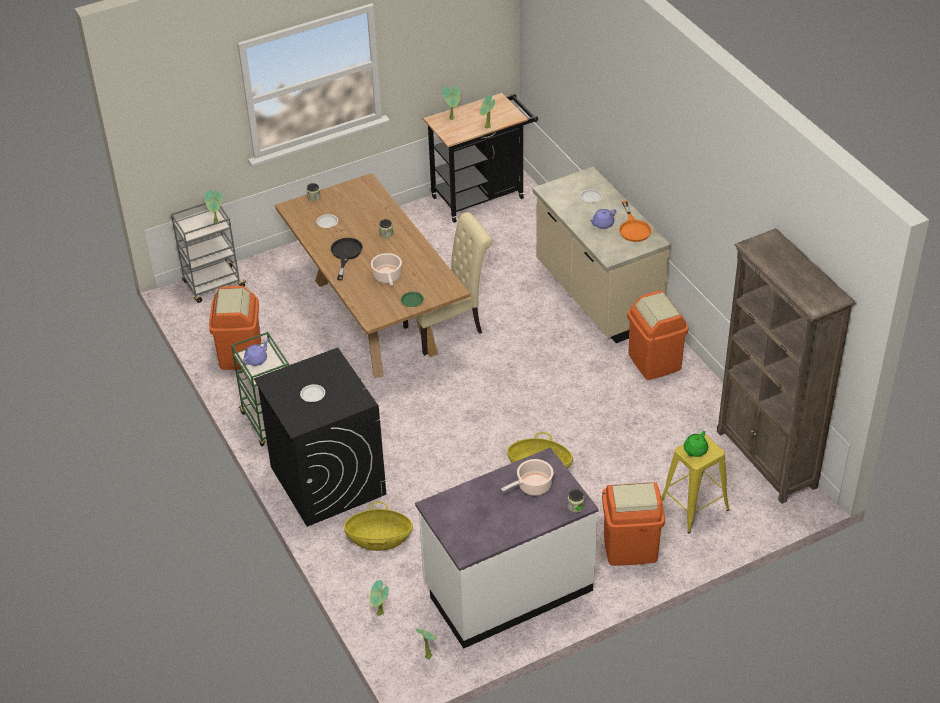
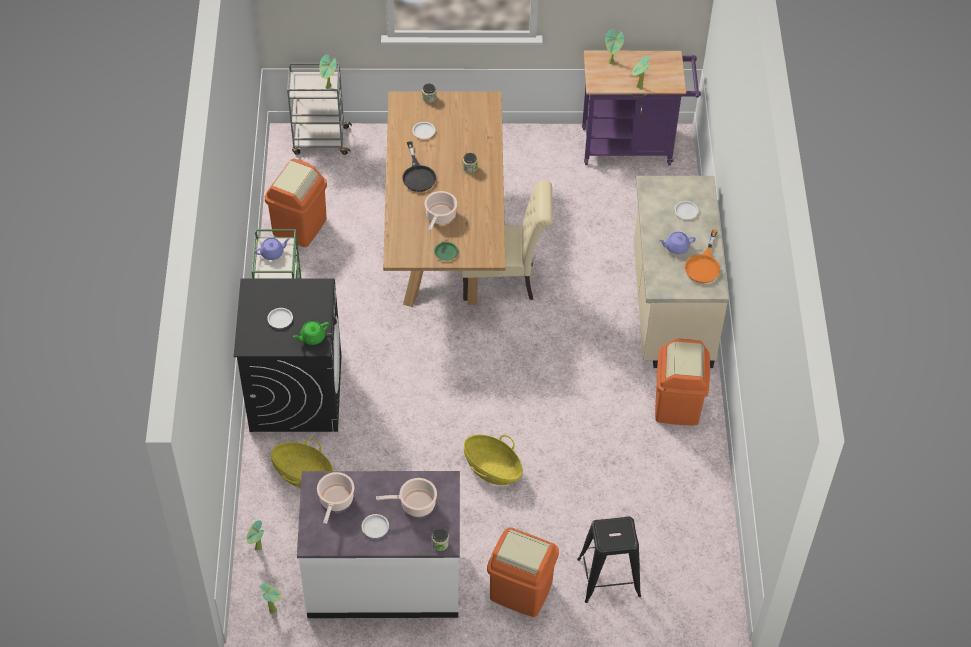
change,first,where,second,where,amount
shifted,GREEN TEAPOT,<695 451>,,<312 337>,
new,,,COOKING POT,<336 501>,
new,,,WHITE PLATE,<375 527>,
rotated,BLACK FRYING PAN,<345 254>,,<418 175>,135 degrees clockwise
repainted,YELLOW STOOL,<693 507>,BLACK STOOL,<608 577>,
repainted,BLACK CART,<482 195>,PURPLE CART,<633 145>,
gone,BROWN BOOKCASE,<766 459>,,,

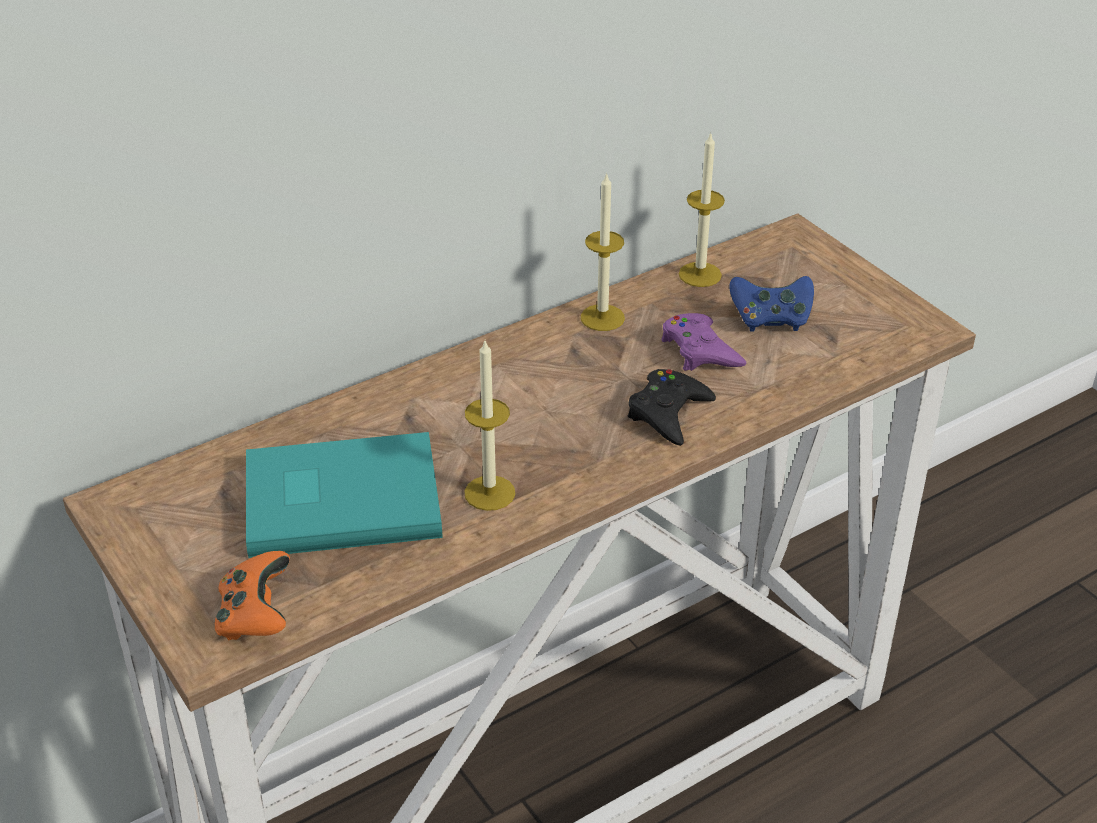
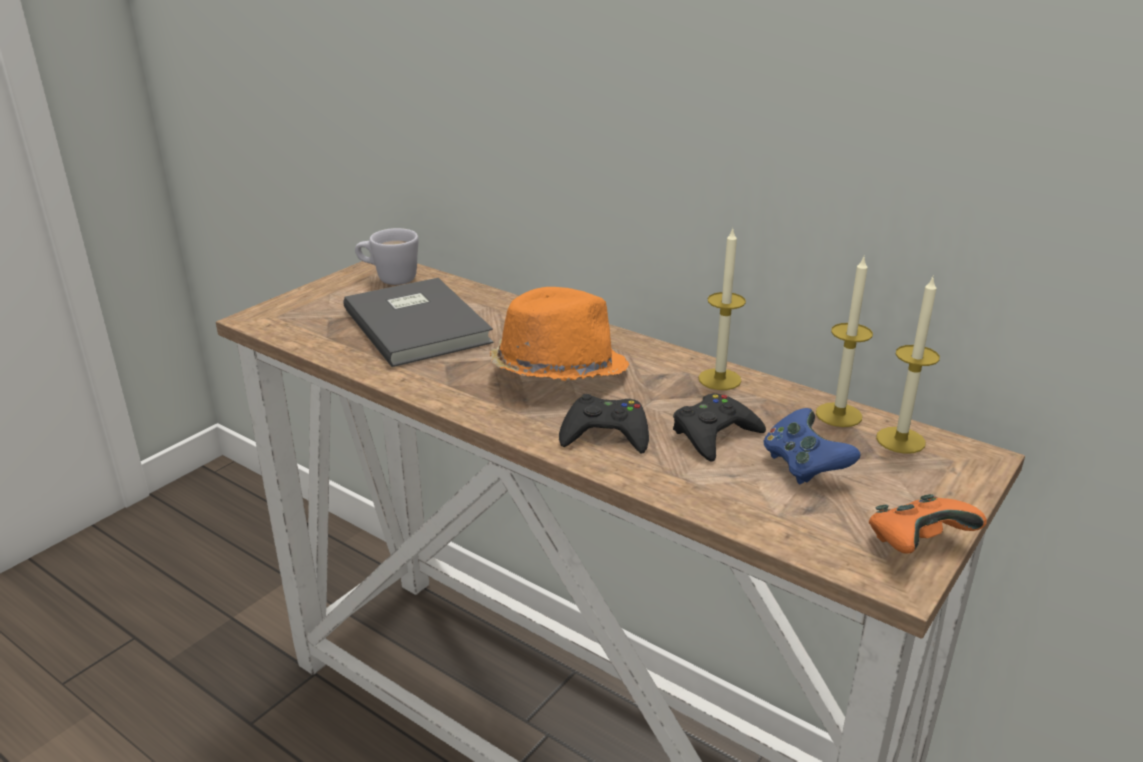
change,first,where,second,where,amount
repainted,TURQUOISE BOOK,<339 497>,GREY BOOK,<419 324>,
new,,,WHITE MUG,<389 278>,
new,,,ORANGE HAT,<557 371>,
repainted,PURPLE GAME CONTROLLER,<700 350>,BLACK GAME CONTROLLER,<714 434>,
shifted,ORANGE GAME CONTROLLER,<255 616>,,<917 544>,
shifted,CANDLE,<489 493>,,<900 440>,

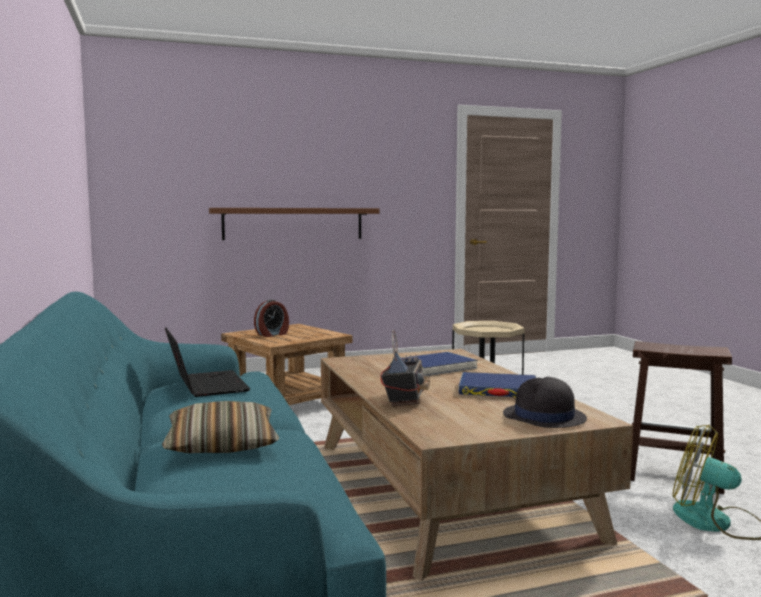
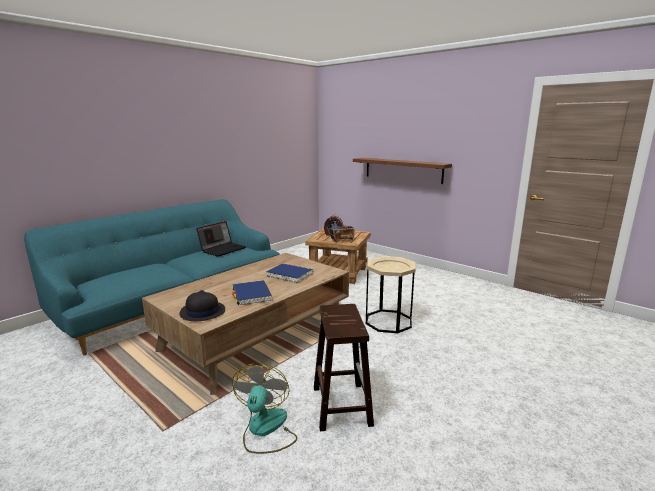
change,first,where,second,where,amount
shifted,RADIO,<405 399>,,<342 240>,
gone,PILLOW,<221 444>,,,

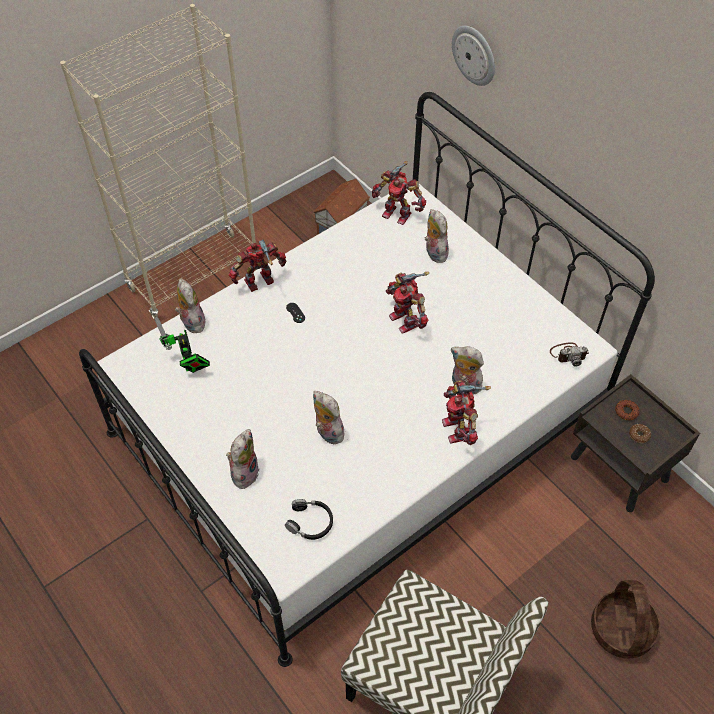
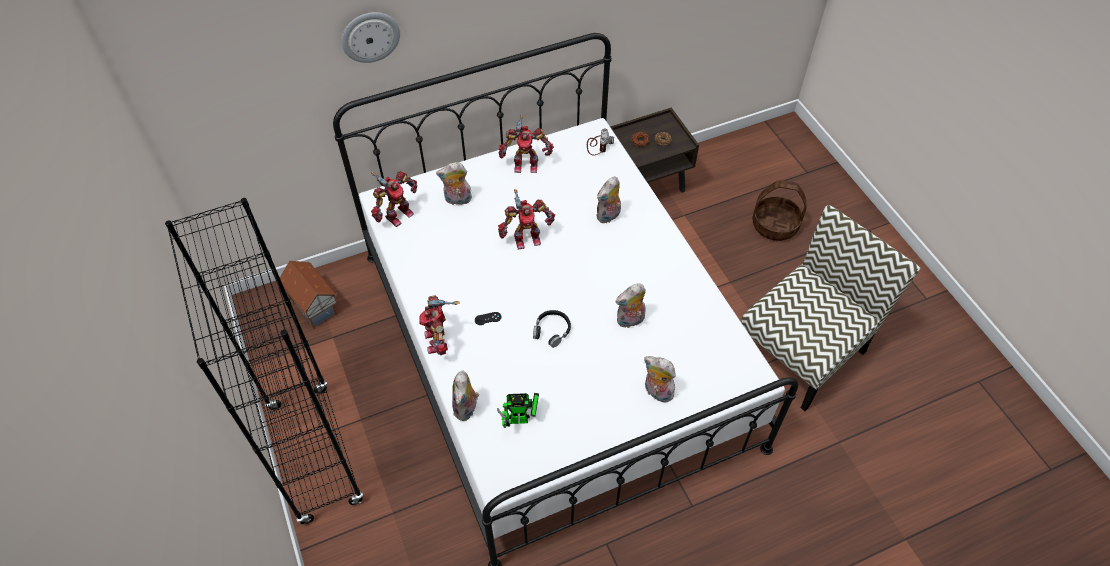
change,first,where,second,where,amount
repainted,BEIGE BOOKCASE,<194 274>,BLACK BOOKCASE,<315 453>,
rotated,PLUSH TOY,<191 322>,,<467 409>,75 degrees counterclockwise
shifted,TOY ROBOT,<458 429>,,<526 164>,
shifted,BLACK HEADPHONES,<310 522>,,<552 330>,

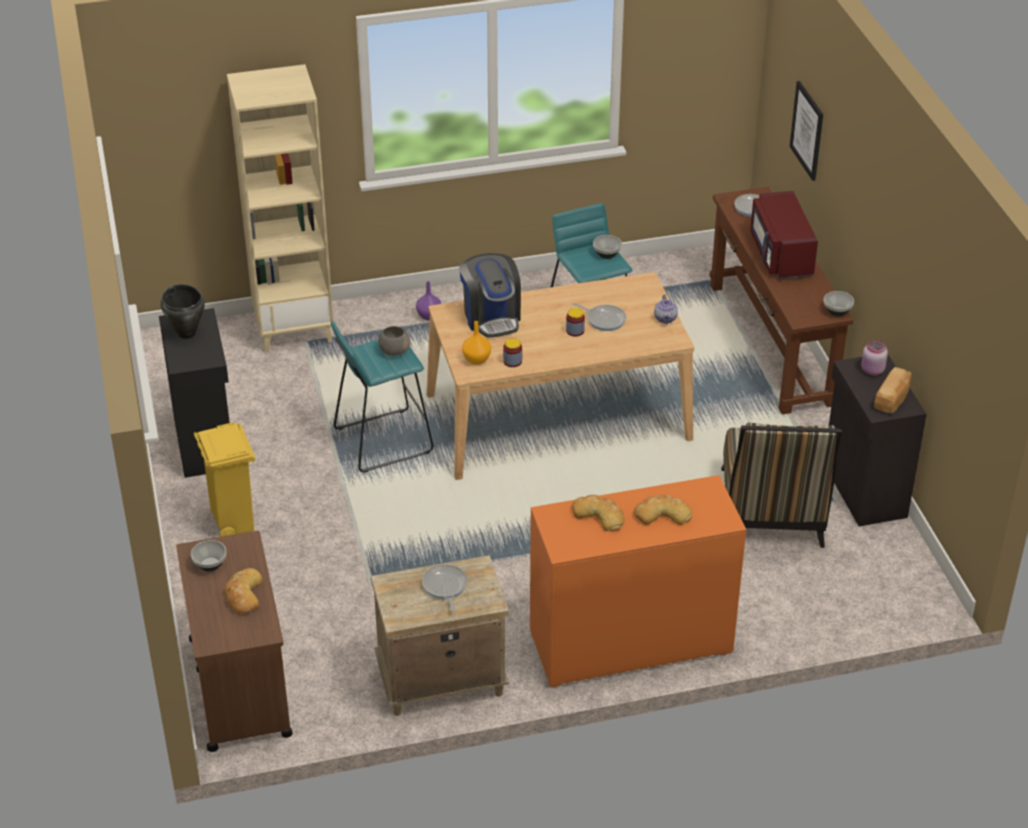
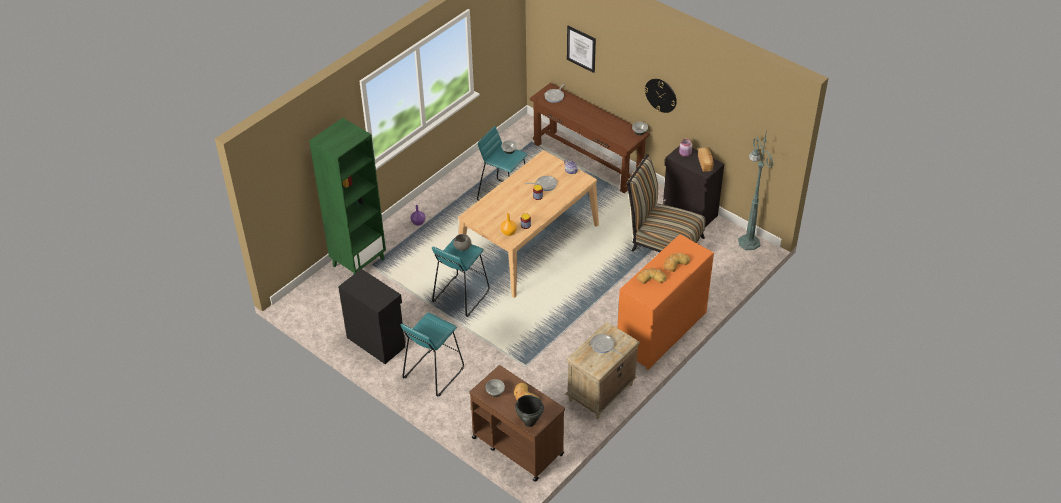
change,first,where,second,where,amount
repainted,BEIGE BOOKCASE,<294 329>,GREEN BOOKCASE,<358 262>,
swapped,YELLOW TRASH CAN,<233 523>,TURQUOISE STOOL,<433 373>,
shifted,BLACK COOKING POT,<187 333>,,<529 422>,
rotated,CHAIR,<771 514>,,<663 242>,150 degrees clockwise
new,,,WALL CLOCK,<661 95>,
new,,,GREEN FLOOR LAMP,<748 241>,
gone,COFFEE MACHINE,<491 317>,,,
gone,RED MICROWAVE,<780 254>,,,

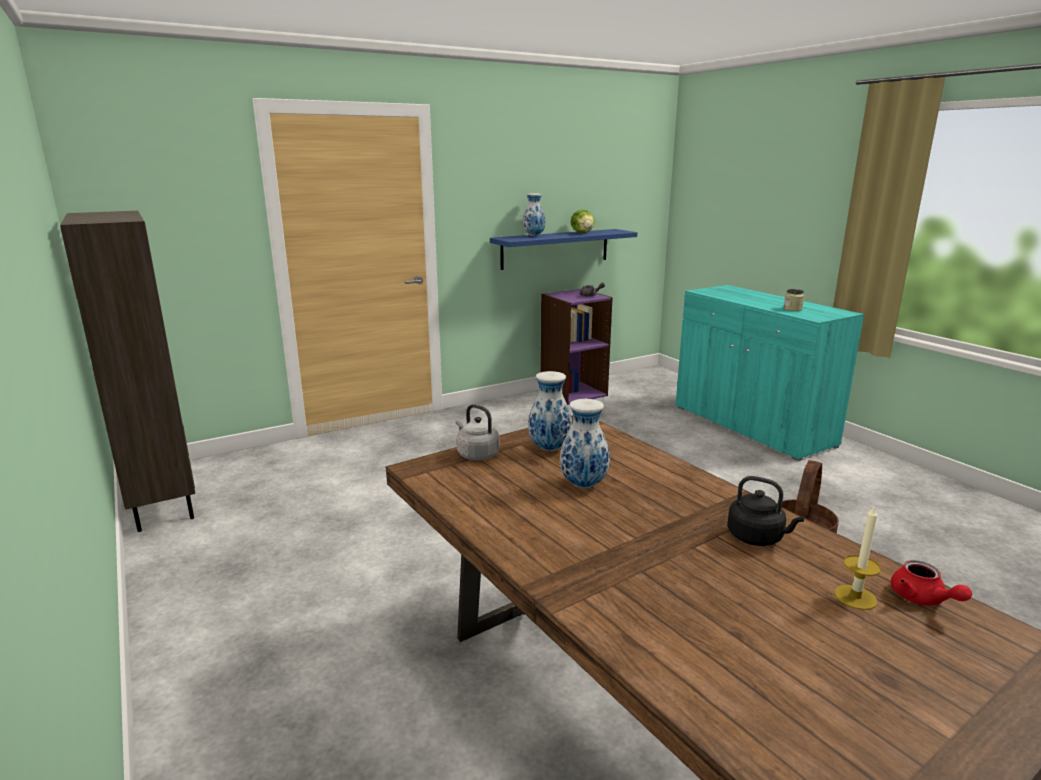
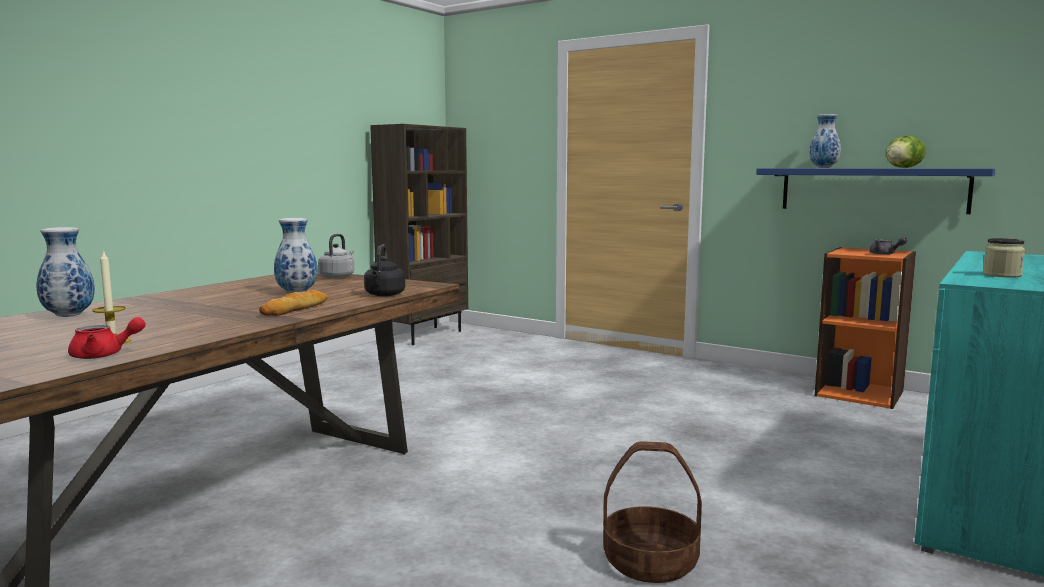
change,first,where,second,where,amount
shifted,VASE,<549 448>,,<68 315>,
rotated,RED TEAPOT,<922 599>,,<104 355>,150 degrees counterclockwise
new,,,BREAD,<295 309>,
shifted,BLACK KETTLE,<758 538>,,<384 295>,
repainted,PURPLE BOOKCASE,<573 393>,ORANGE BOOKCASE,<859 393>,

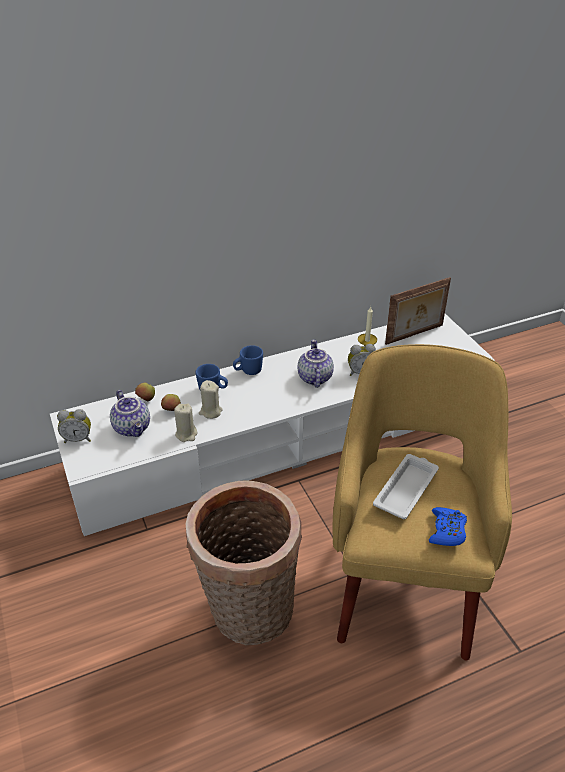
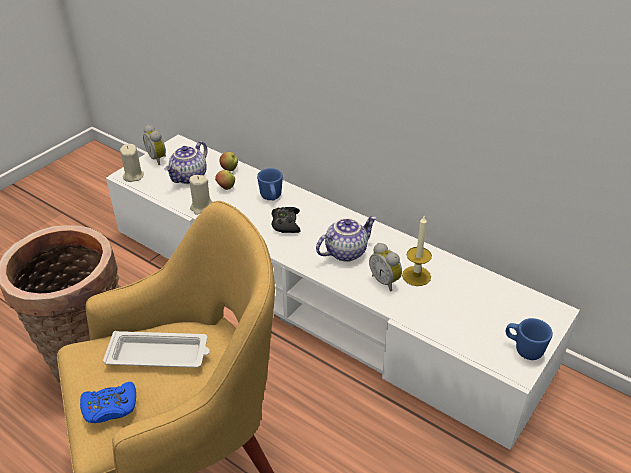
change,first,where,second,where,amount
shifted,BEIGE CANDLE,<210 412>,,<133 176>,
new,,,BLACK GAME CONTROLLER,<286 224>,
shifted,BLUE MUG,<248 371>,,<523 349>,
gone,PICTURE FRAME,<415 335>,,,

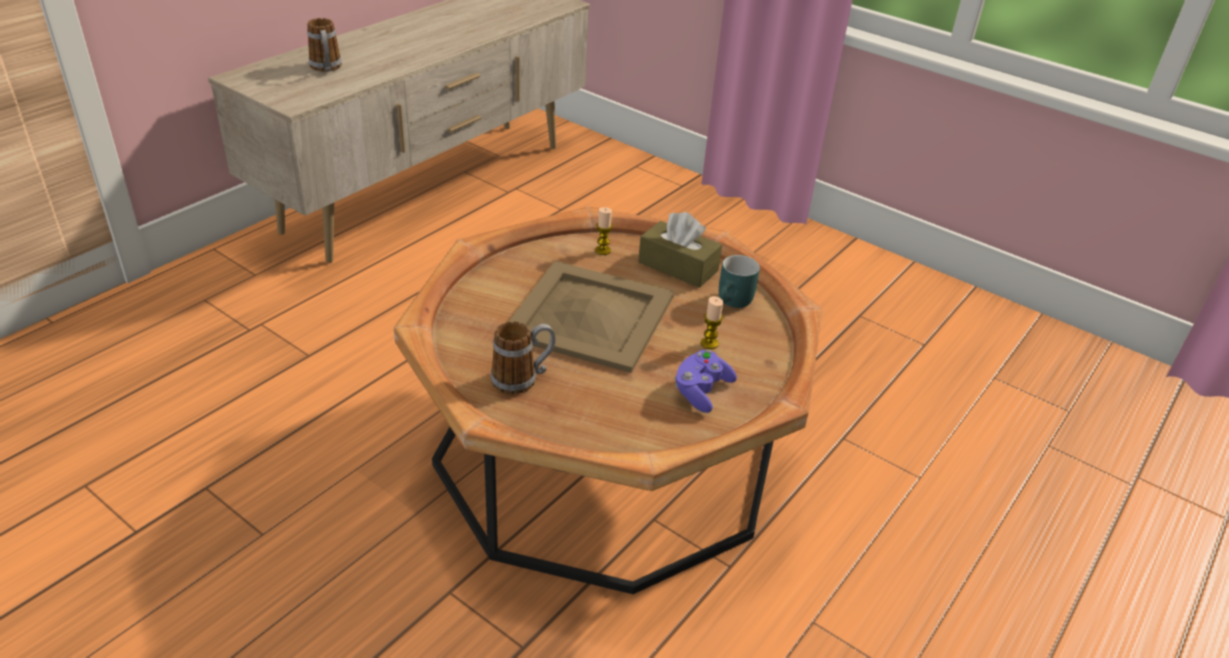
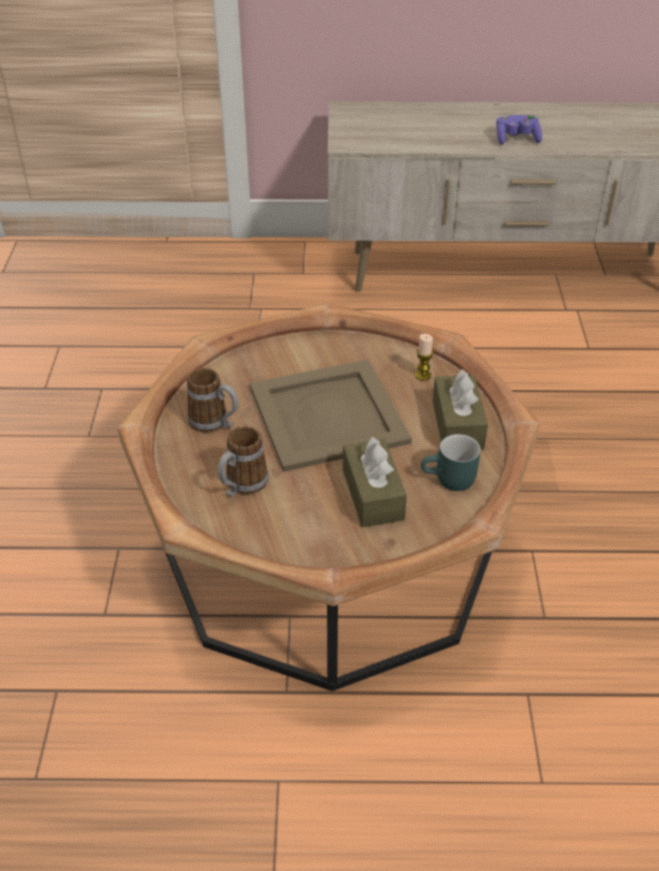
change,first,where,second,where,amount
shifted,MUG,<326 68>,,<242 486>,
swapped,CANDLE,<709 343>,BROWN TISSUE BOX,<373 494>,
shifted,PURPLE GAME CONTROLLER,<701 391>,,<516 139>,

